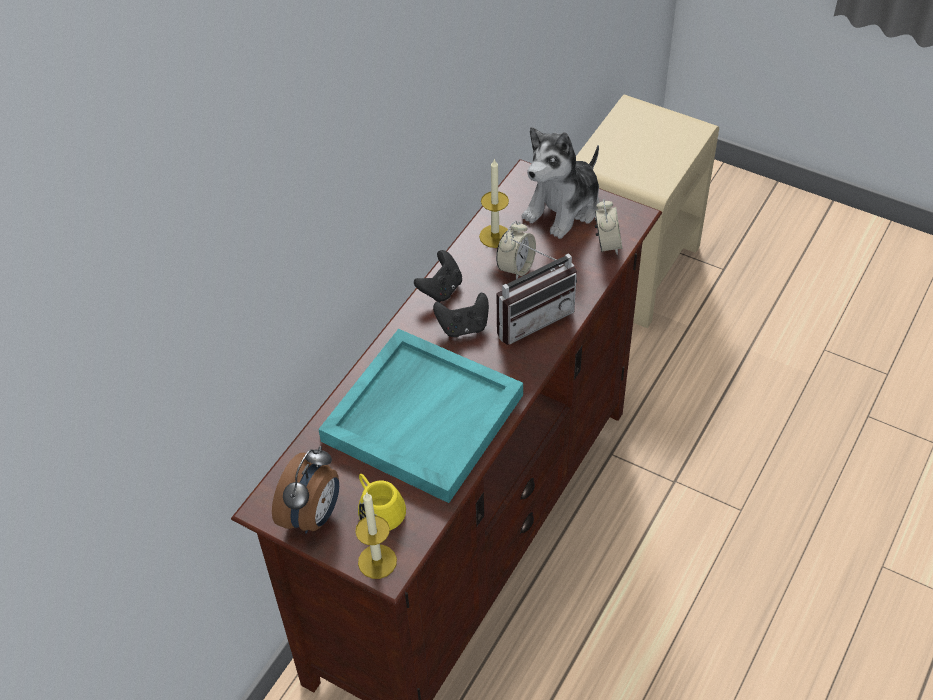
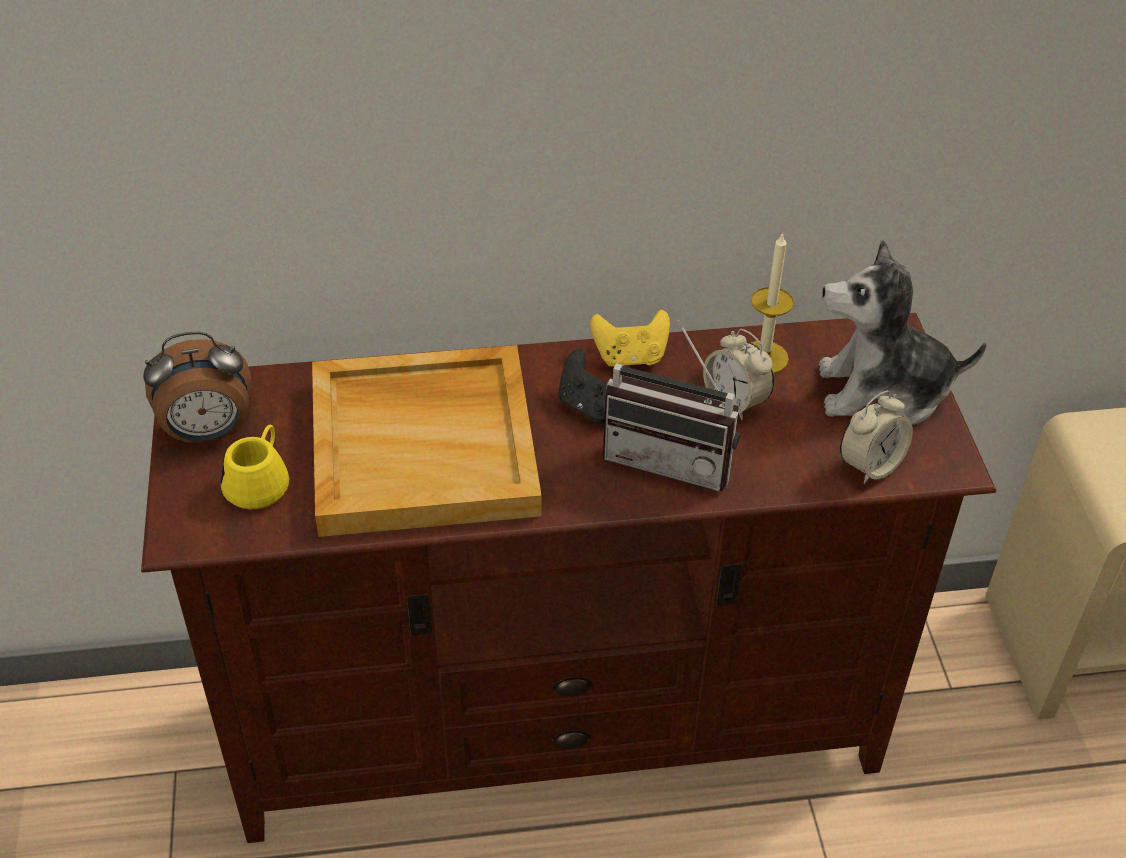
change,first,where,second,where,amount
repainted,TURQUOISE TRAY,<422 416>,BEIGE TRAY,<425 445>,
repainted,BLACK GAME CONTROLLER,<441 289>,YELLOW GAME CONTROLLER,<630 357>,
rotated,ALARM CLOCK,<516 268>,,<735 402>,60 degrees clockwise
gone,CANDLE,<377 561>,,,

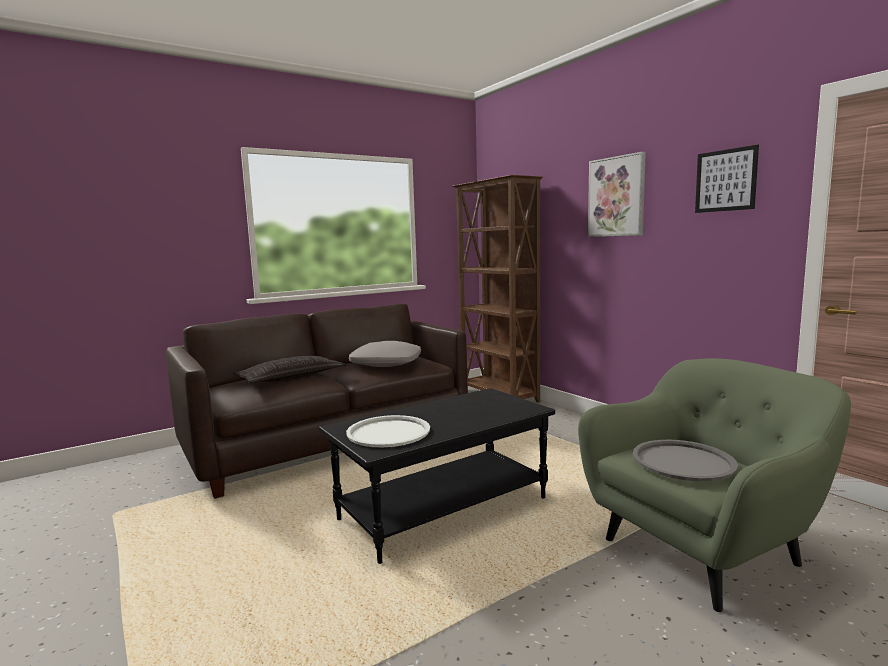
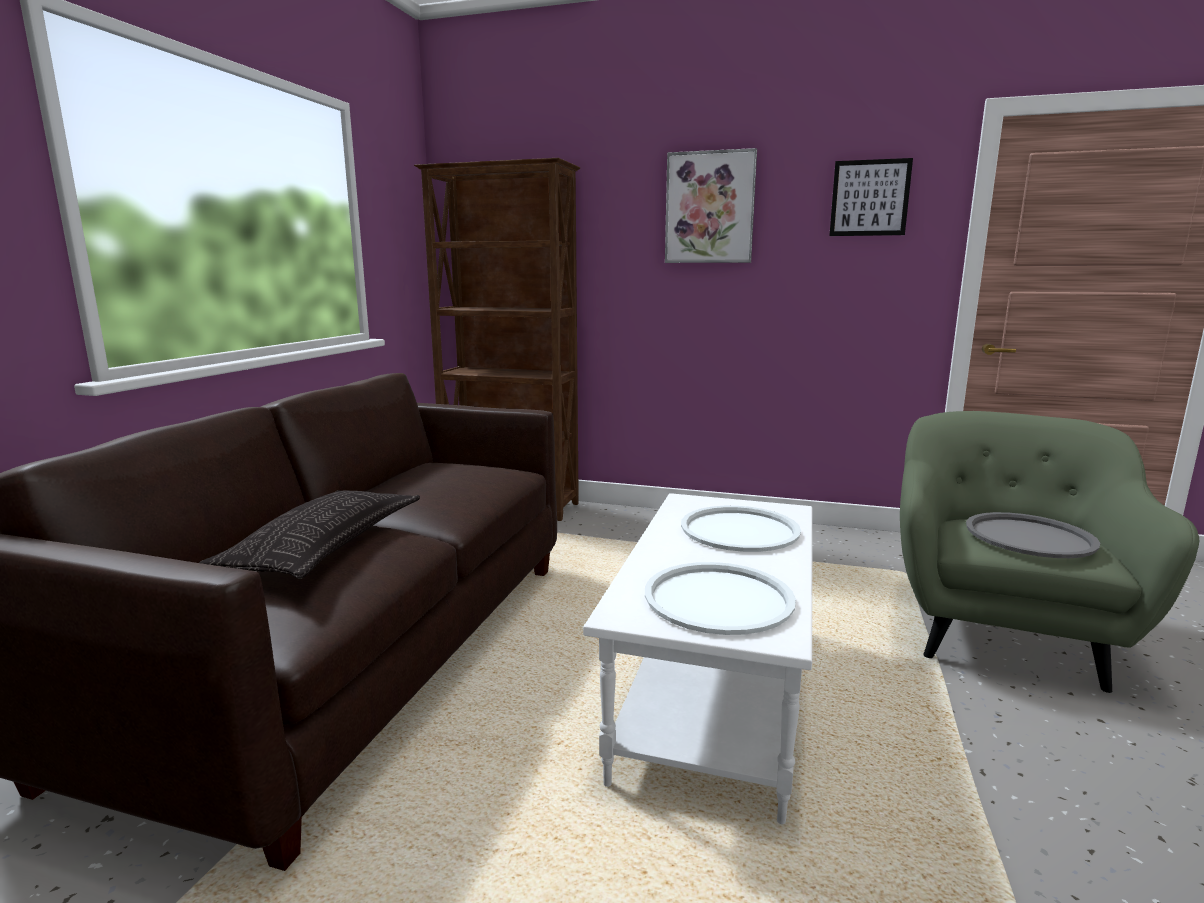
change,first,where,second,where,amount
repainted,BLACK COFFEE TABLE,<443 508>,WHITE COFFEE TABLE,<713 694>,
new,,,WHITE TRAY,<739 530>,
gone,GREY PILLOW,<386 363>,,,

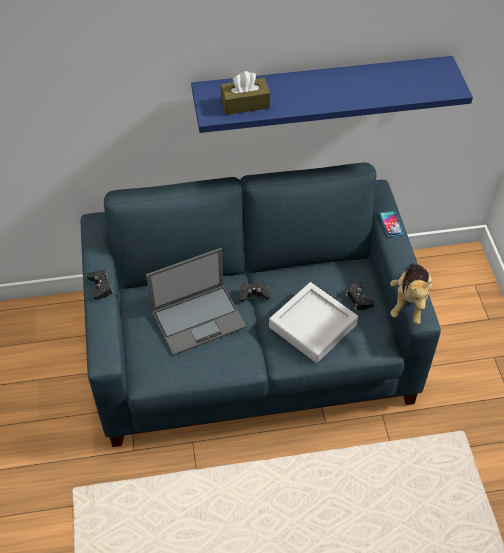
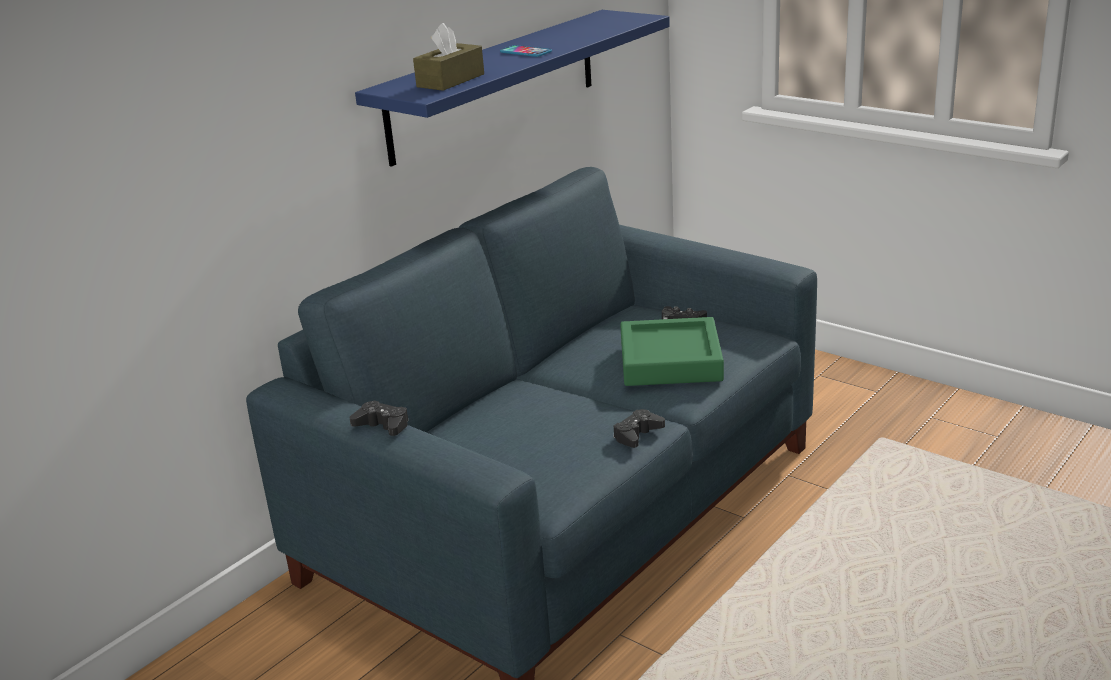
change,first,where,second,where,amount
shifted,PHONE,<391 224>,,<526 52>,
shifted,BLACK GAME CONTROLLER,<254 294>,,<637 434>,
repainted,GREY TRAY,<312 326>,GREEN TRAY,<670 361>,
gone,LAPTOP,<199 318>,,,
gone,PLUSH TOY,<409 302>,,,

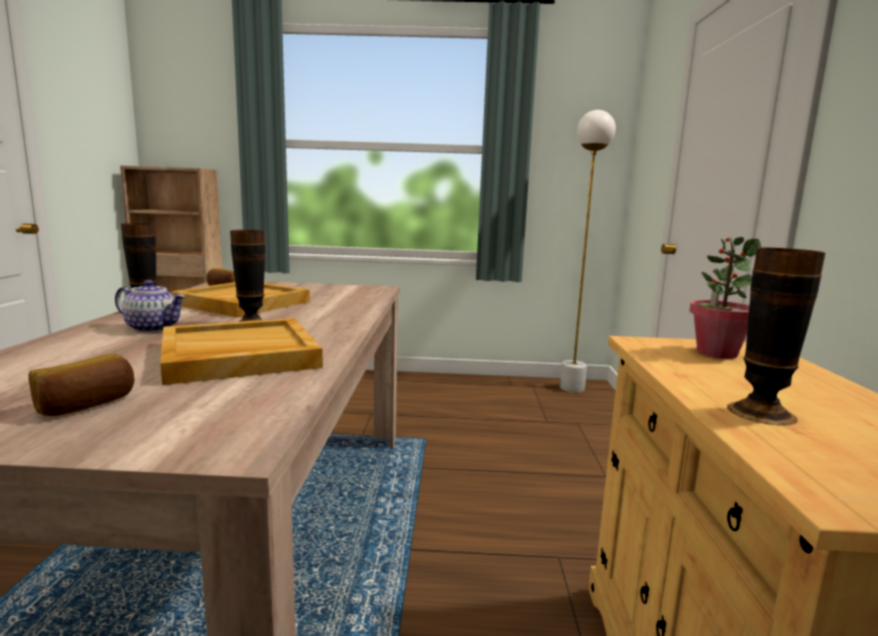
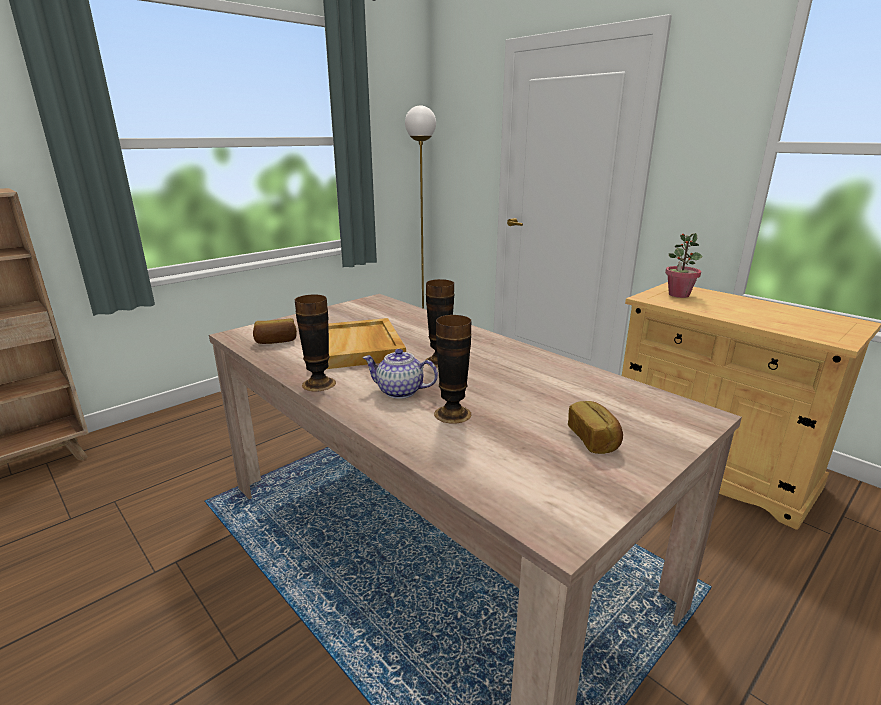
change,first,where,second,where,amount
rotated,TEAPOT,<153 328>,,<399 391>,135 degrees counterclockwise
shifted,VASE,<761 412>,,<452 414>,
gone,BEIGE TRAY,<238 355>,,,

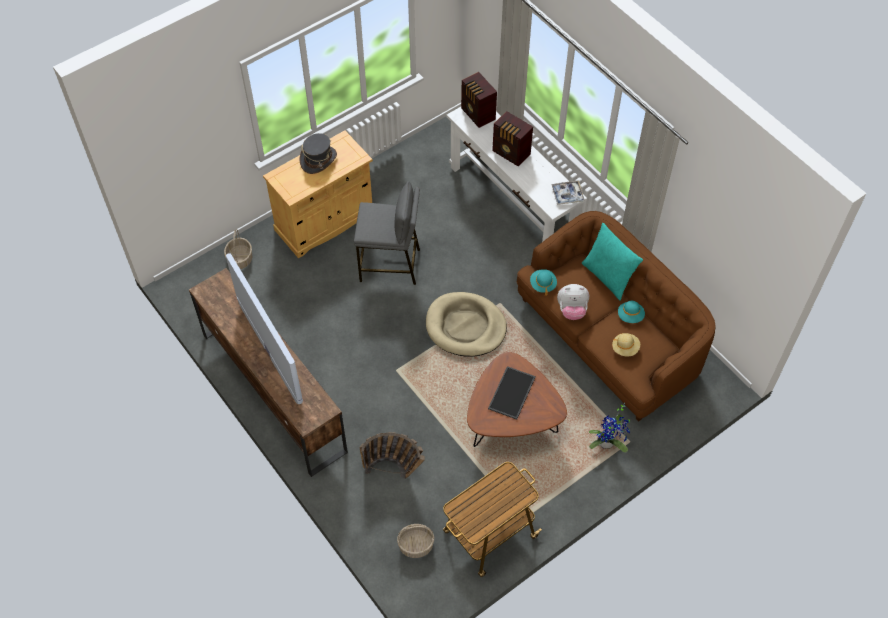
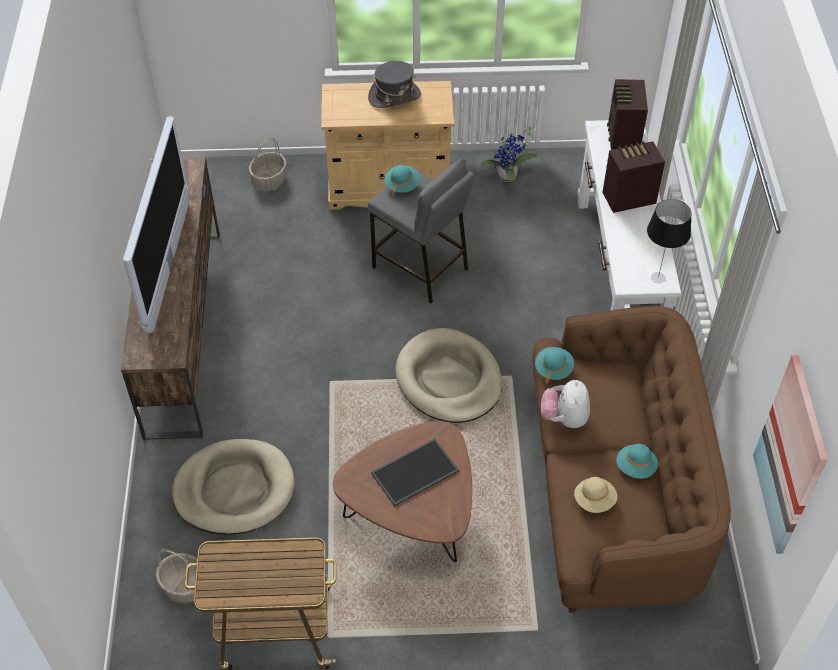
change,first,where,second,where,amount
swapped,BASKET,<395 471>,BEIGE DOG BED,<234 489>,
new,,,TURQUOISE HAT,<402 185>,
shifted,POTTED PLANT,<608 443>,,<508 178>,
rotated,PLUSH TOY,<572 310>,,<564 418>,60 degrees clockwise
rotated,RADIO,<511 153>,,<627 198>,90 degrees clockwise
swapped,TRAY,<567 195>,TABLE LAMP,<658 277>,
new,,,PICTURE,<791 456>,
gone,TURQUOISE PILLOW,<608 277>,,,

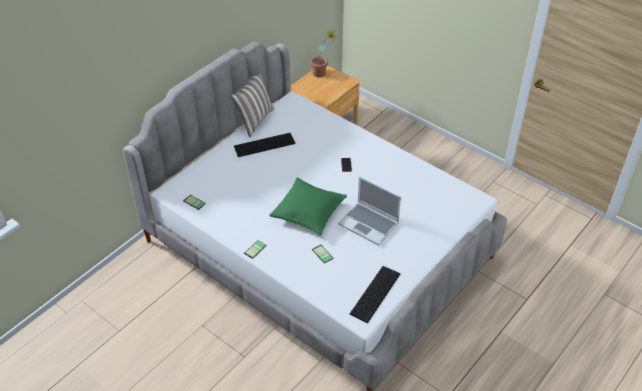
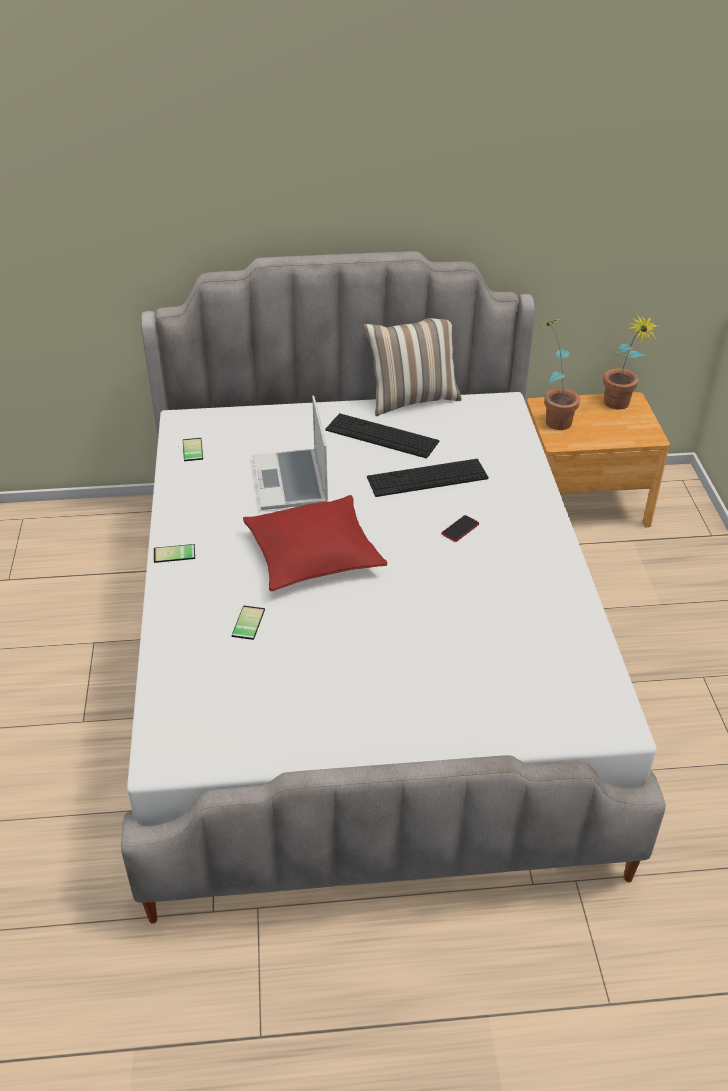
change,first,where,second,where,amount
repainted,GREEN PILLOW,<308 211>,RED PILLOW,<313 554>,
shifted,LAPTOP,<369 224>,,<292 482>,
shifted,KEYBOARD,<375 294>,,<427 478>,
new,,,POTTED PLANT,<552 419>,

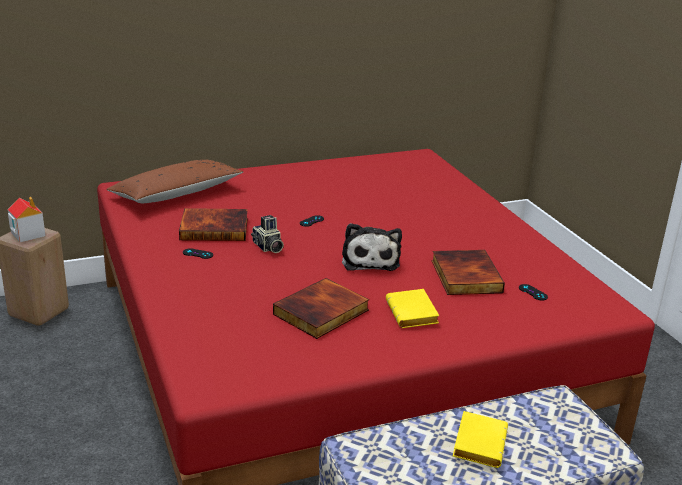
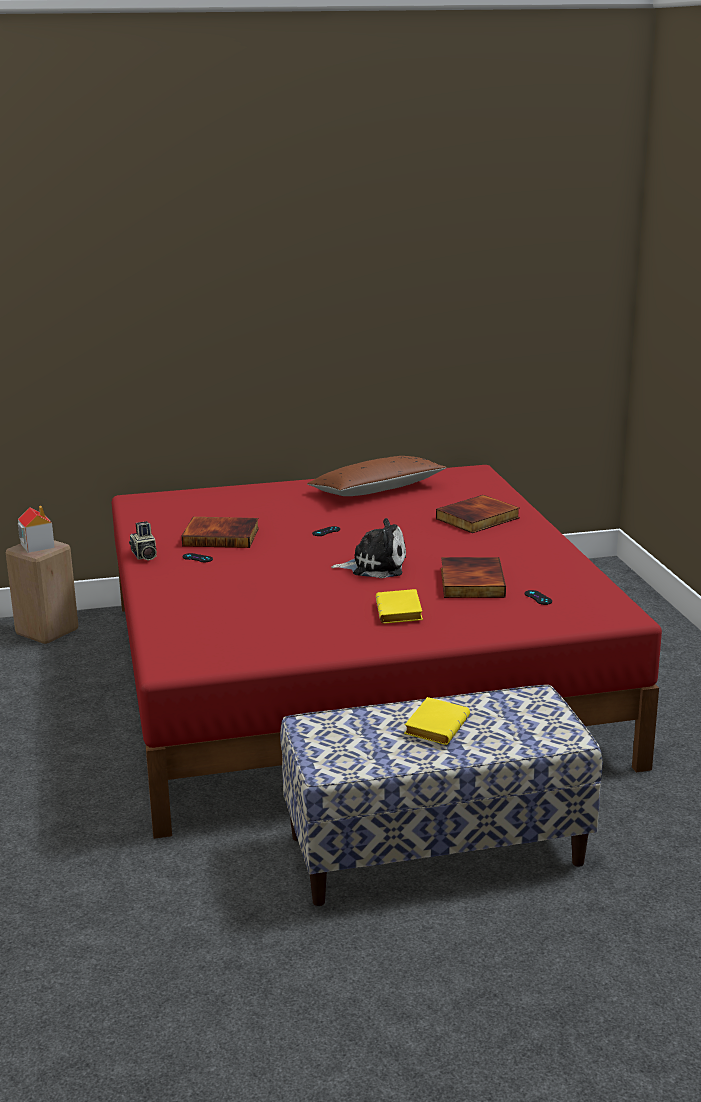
change,first,where,second,where,amount
shifted,PHOTO CAMERA,<267 247>,,<144 556>,
shifted,BROWN PILLOW,<176 194>,,<377 490>,
rotated,PLUSH TOY,<370 260>,,<375 566>,90 degrees counterclockwise
shifted,BOOK,<322 313>,,<478 519>,

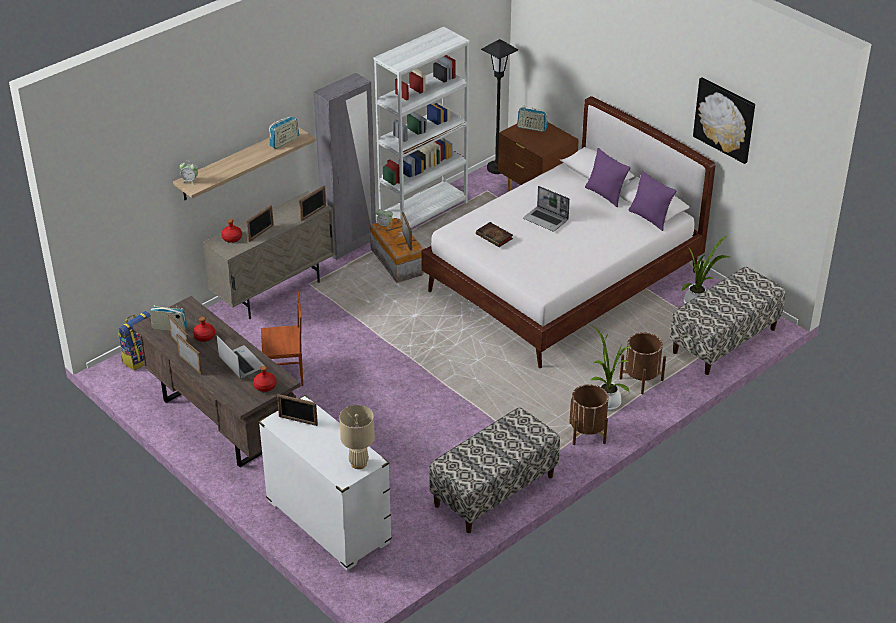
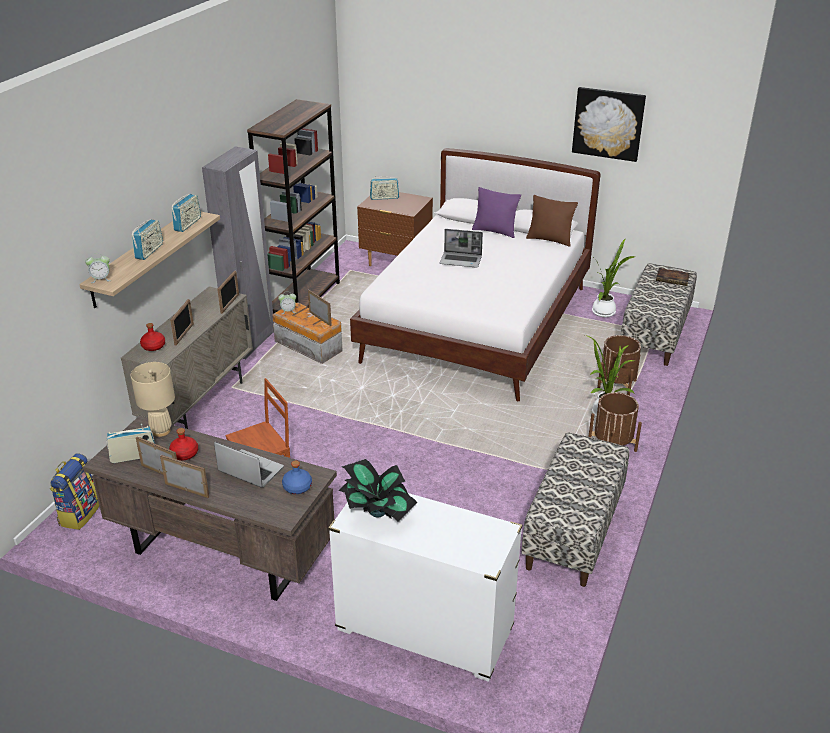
change,first,where,second,where,amount
shifted,BEIGE TABLE LAMP,<358 463>,,<161 431>,
new,,,RADIO,<149 251>,
repainted,WHITE BOOKCASE,<424 212>,BROWN BOOKCASE,<304 299>,
repainted,RED BOTTLE,<265 386>,BLUE BOTTLE,<297 487>,
swapped,PICTURE FRAME,<298 421>,POTTED PLANT,<377 512>,
repainted,PURPLE PILLOW,<649 218>,BROWN PILLOW,<549 240>,
shifted,BOOK,<495 237>,,<673 279>,
gone,BLACK FLOOR LAMP,<497 168>,,,

